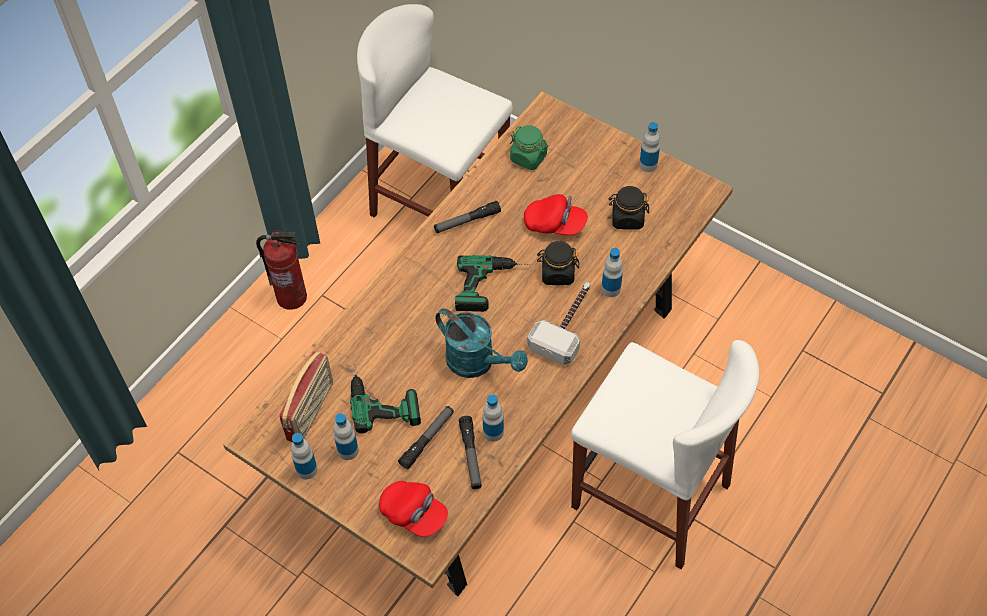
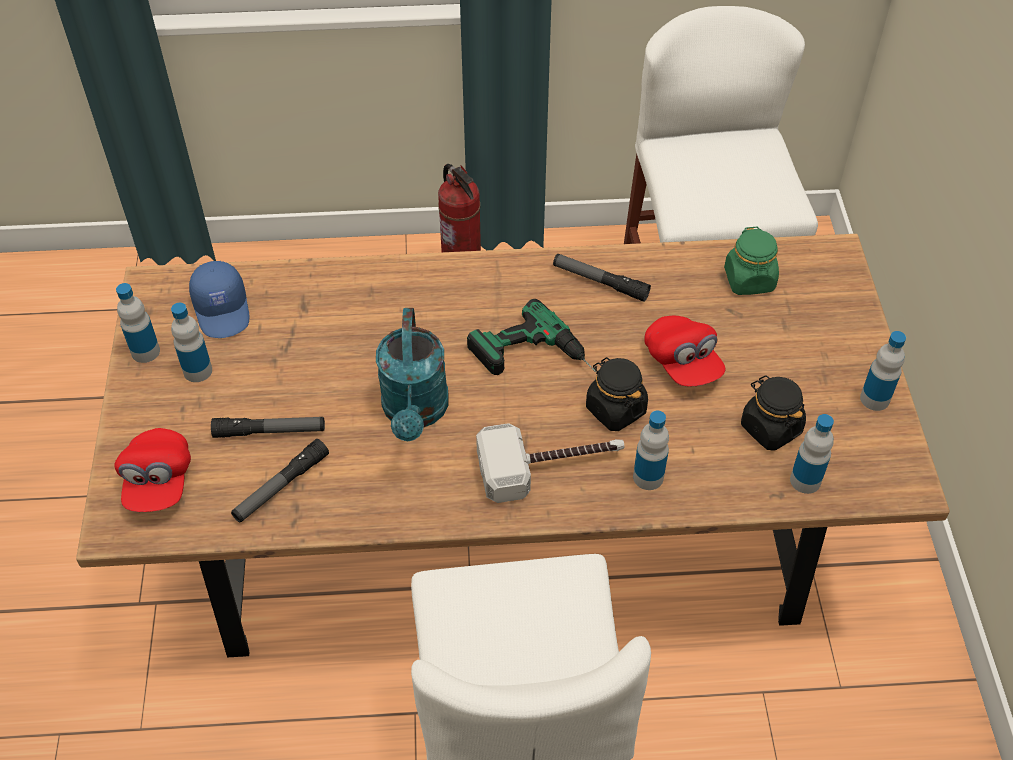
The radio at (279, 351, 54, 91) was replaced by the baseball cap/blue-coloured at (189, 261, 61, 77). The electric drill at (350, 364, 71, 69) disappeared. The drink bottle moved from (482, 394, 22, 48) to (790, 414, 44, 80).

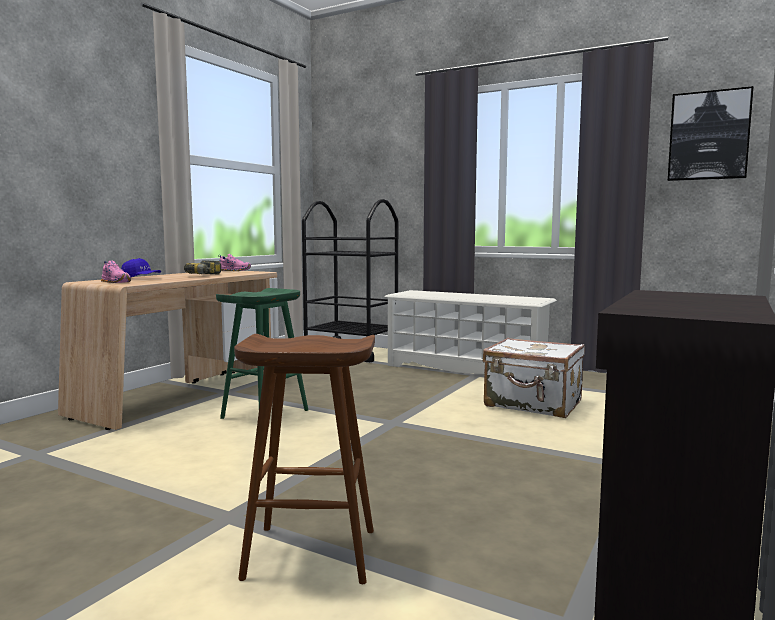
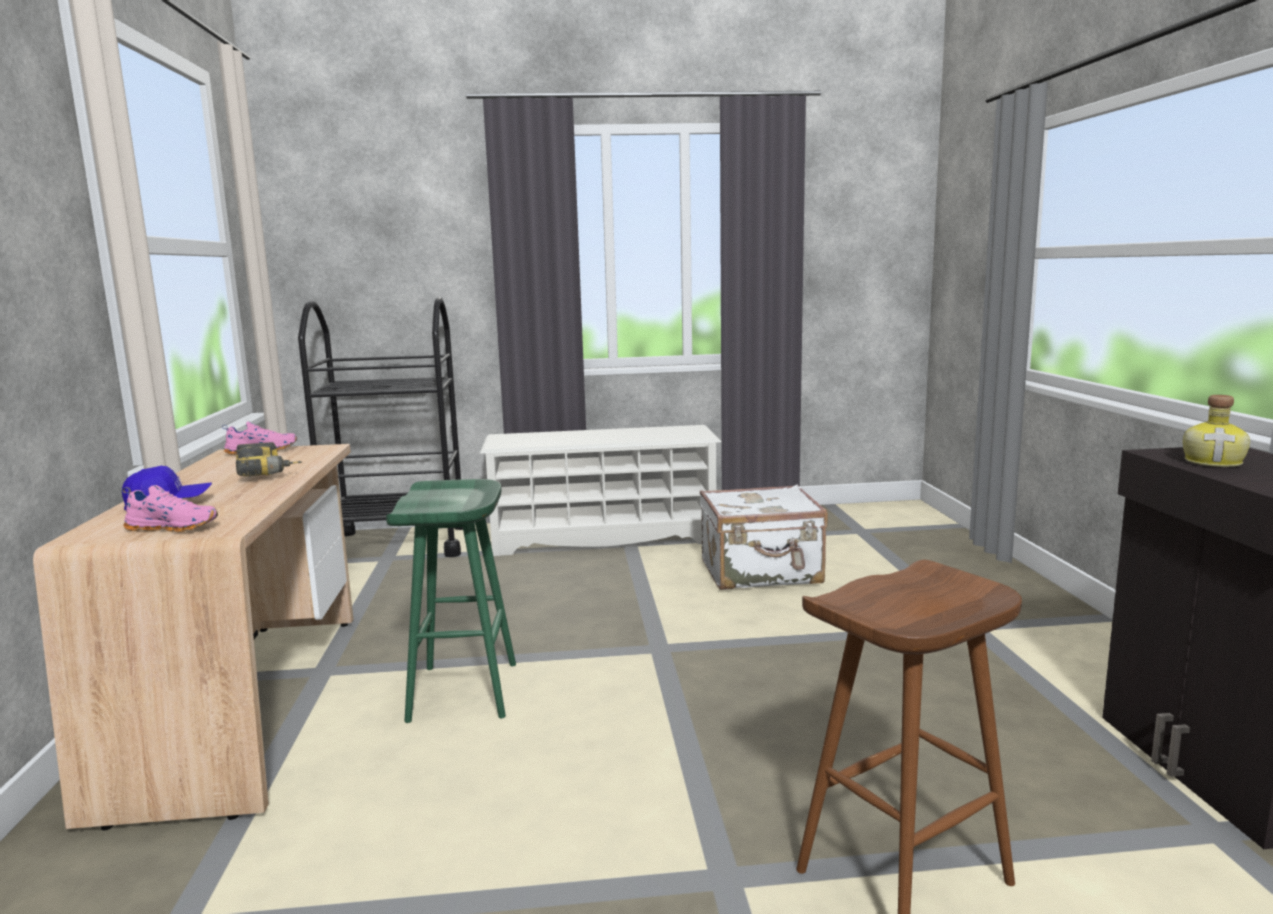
The wall art at (668, 86, 86, 95) disappeared. The drink bottle at (1183, 395, 67, 72) appeared.

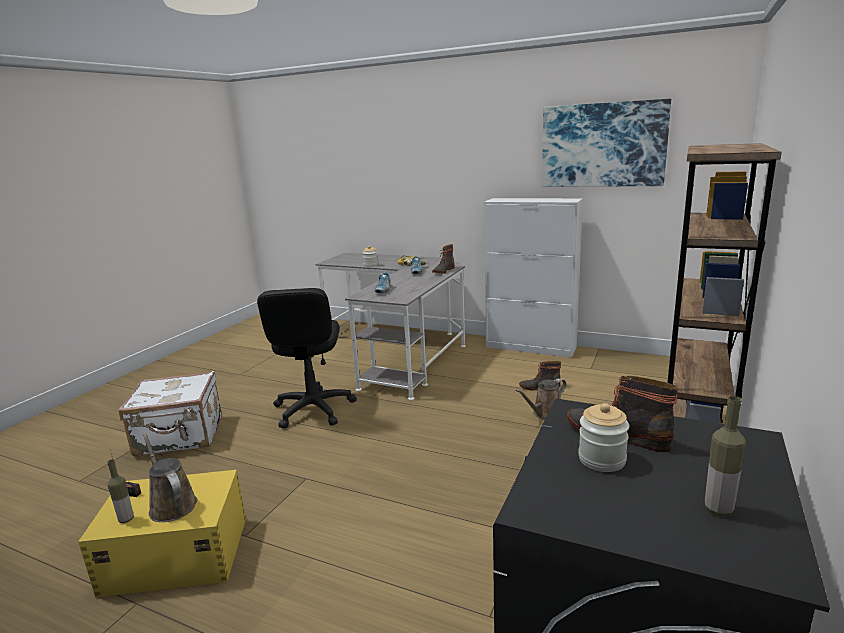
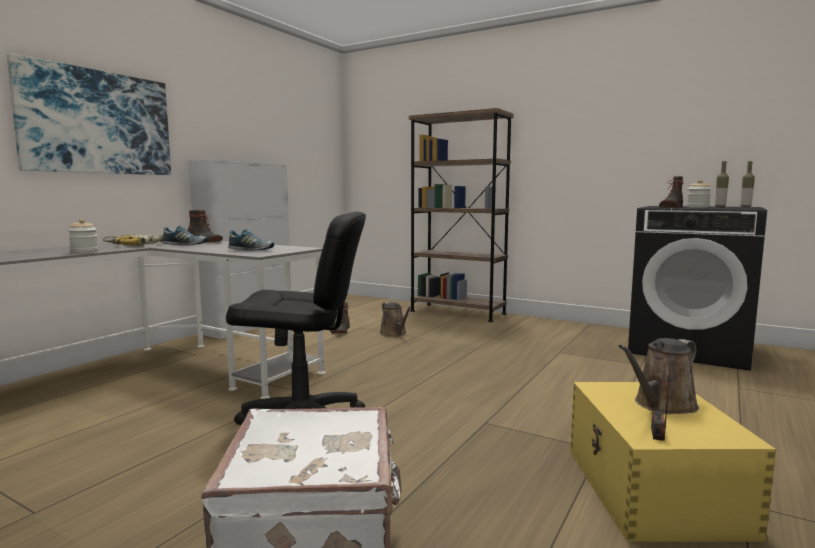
The drink bottle moved from (107, 459, 27, 64) to (741, 161, 14, 46). The wall art moved from (542, 99, 129, 88) to (7, 53, 164, 122).

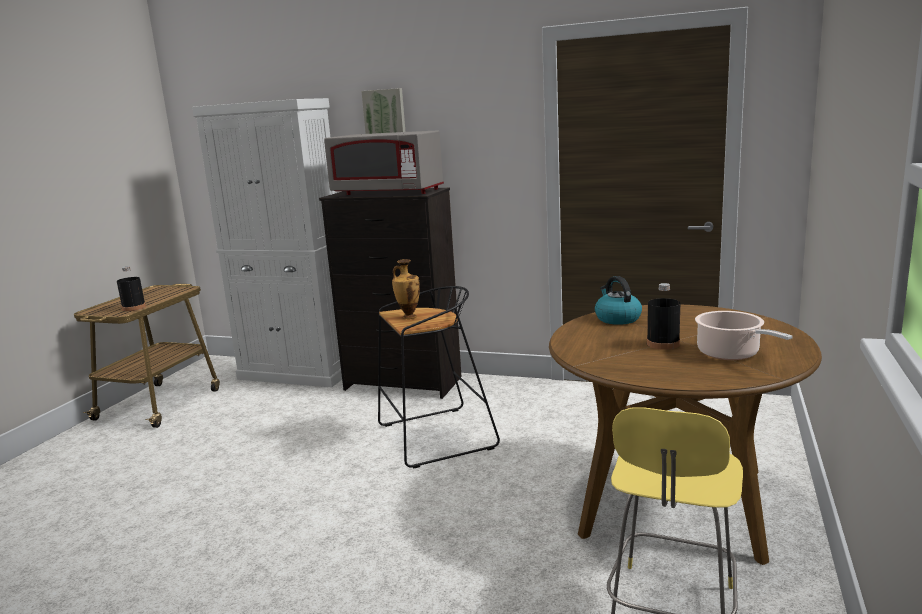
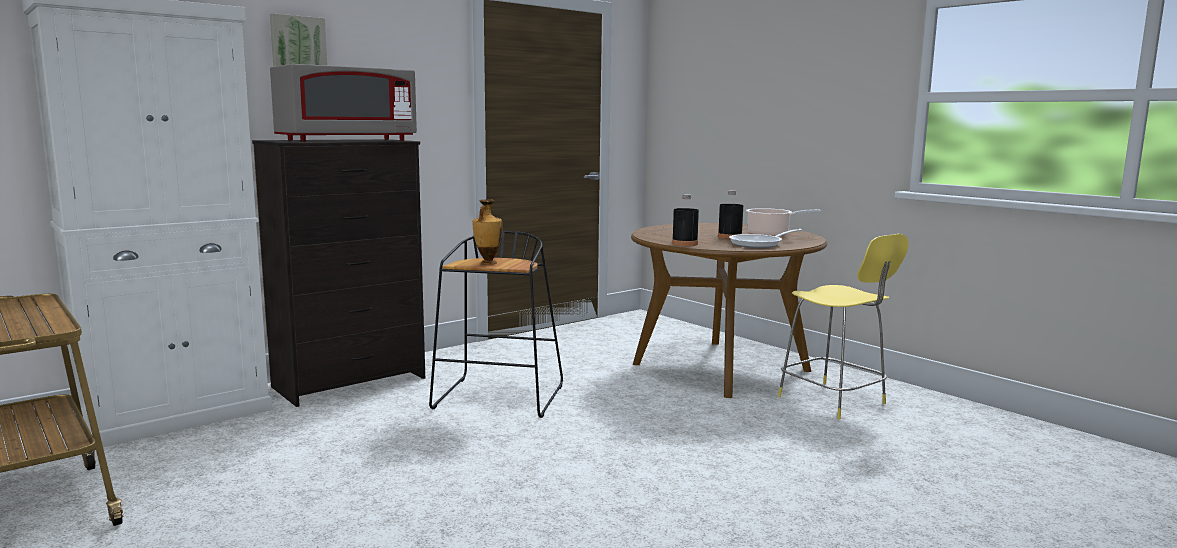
The drink bottle/black-coloured moved from (117, 266, 29, 45) to (672, 194, 27, 52). The water kettle at (595, 276, 47, 49) disappeared. The frying pan at (729, 229, 73, 19) appeared.

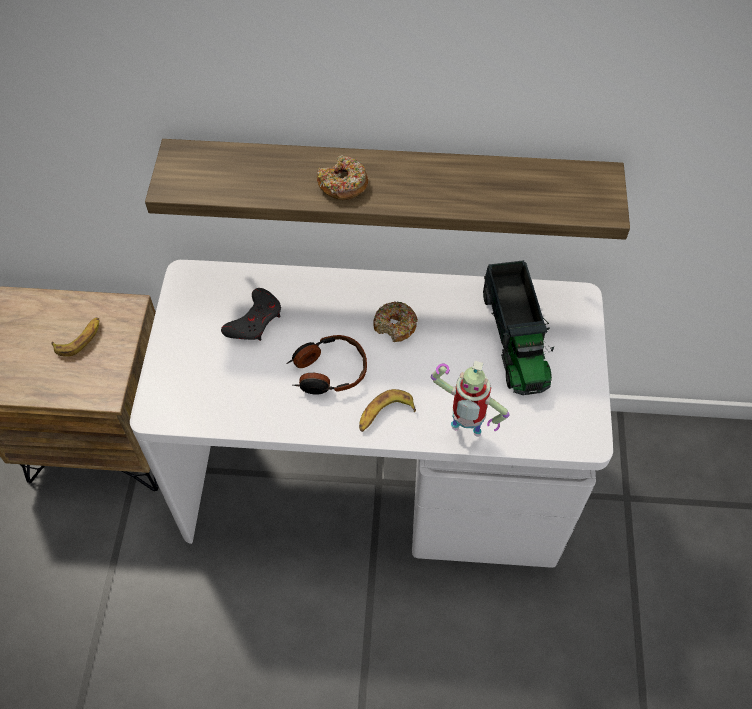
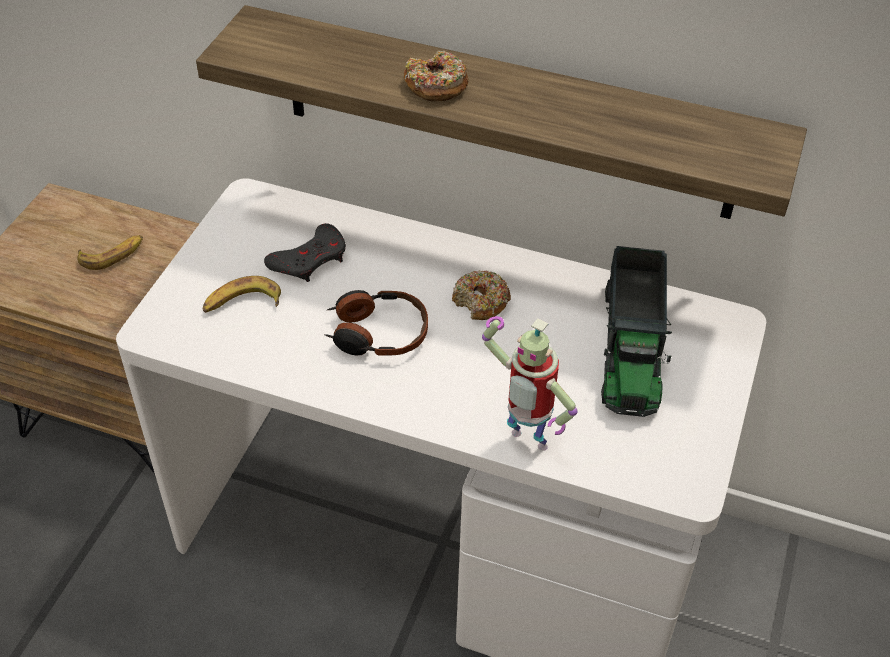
The banana moved from (359, 389, 57, 43) to (203, 276, 78, 37).

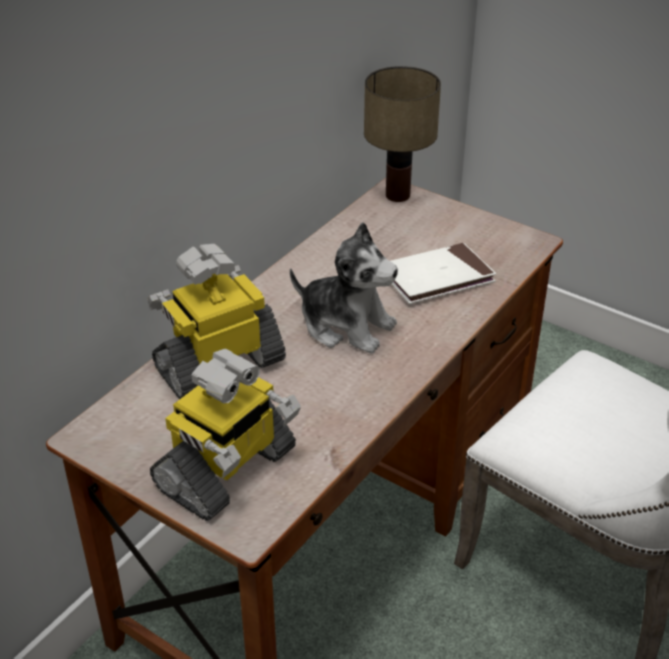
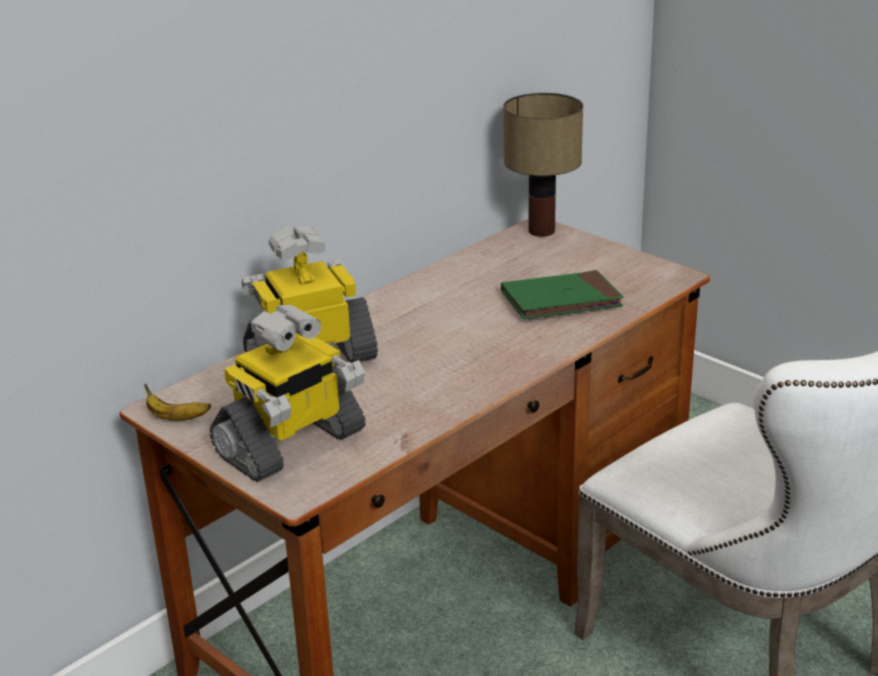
The cuddly toy at (290, 222, 108, 132) disappeared. The volume/white at (391, 243, 105, 61) became the volume/green-coloured at (501, 270, 122, 49). The banana at (144, 384, 67, 37) appeared.

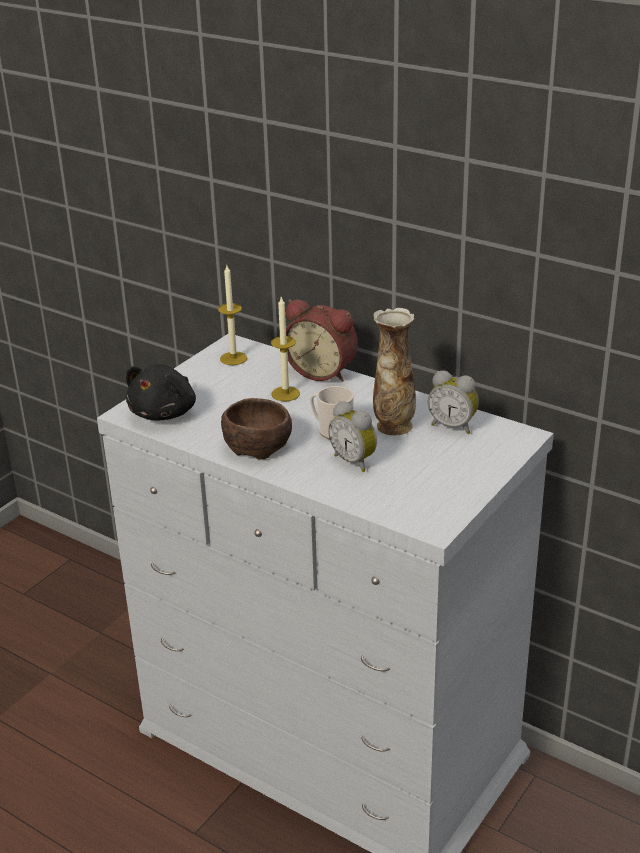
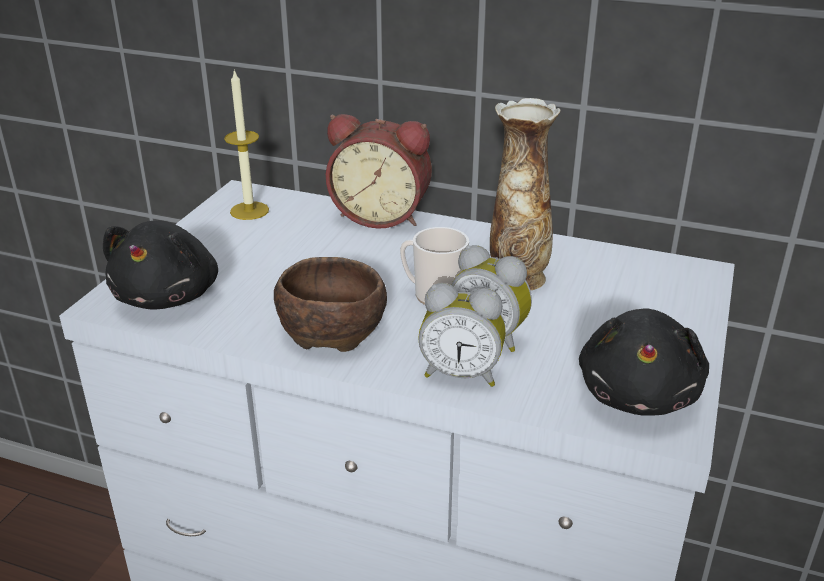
The wax light at (271, 297, 29, 104) disappeared. The alarm clock moved from (428, 370, 51, 64) to (419, 283, 87, 104). The cuddly toy/black-coloured at (579, 309, 130, 107) appeared.

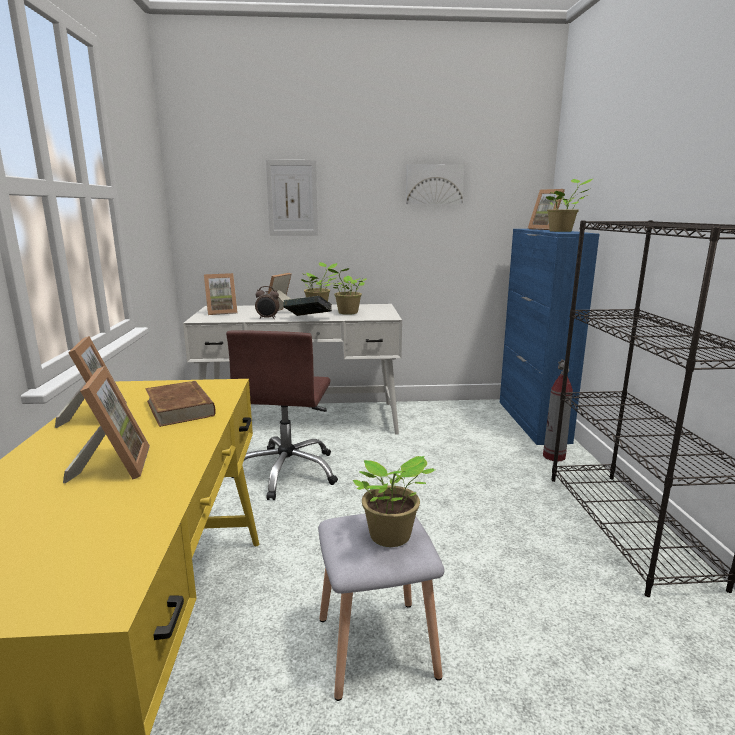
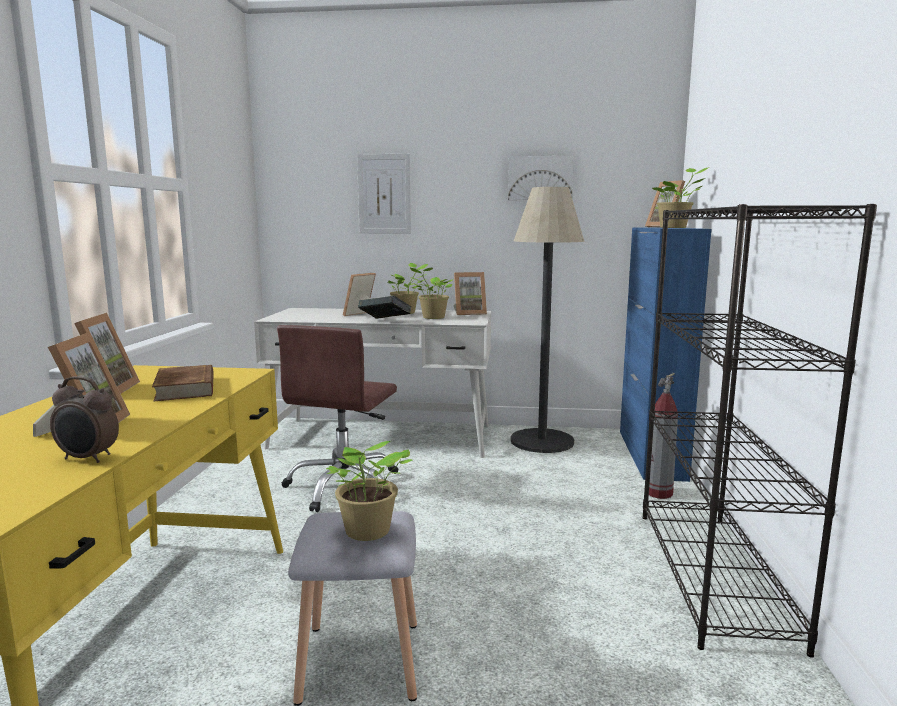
The photo frame moved from (204, 273, 34, 42) to (453, 272, 34, 43). The alarm clock moved from (255, 286, 24, 33) to (50, 376, 69, 87). The standing lamp at (510, 187, 75, 266) appeared.

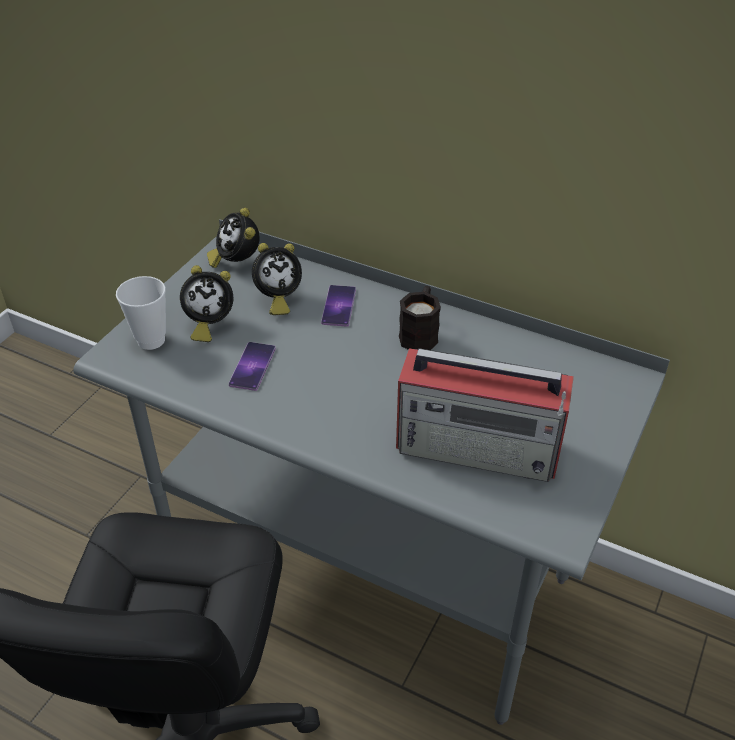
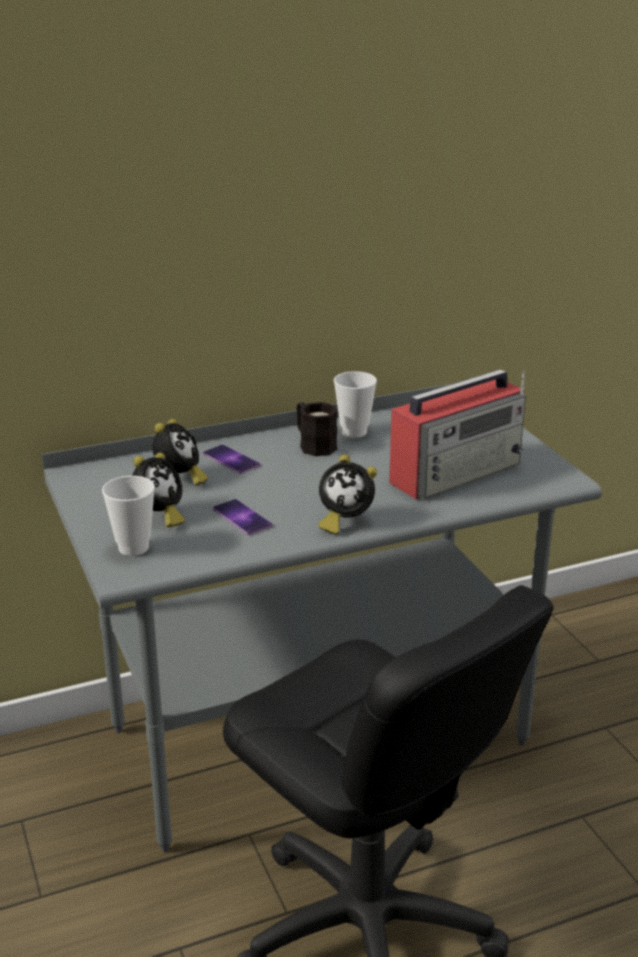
The alarm clock moved from (207, 208, 53, 60) to (318, 454, 59, 81). The cup at (334, 371, 43, 67) appeared.

